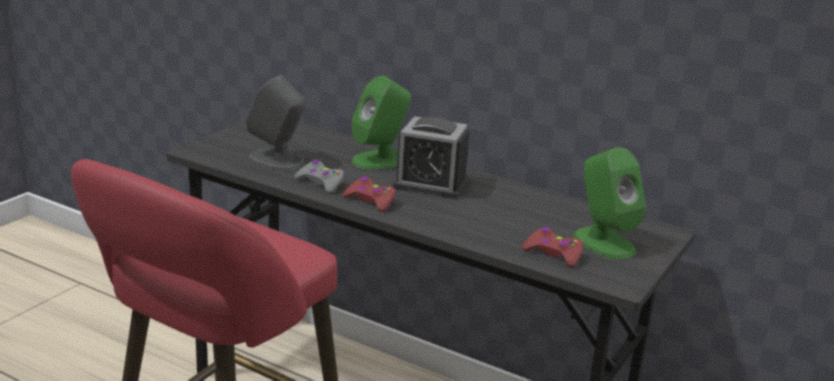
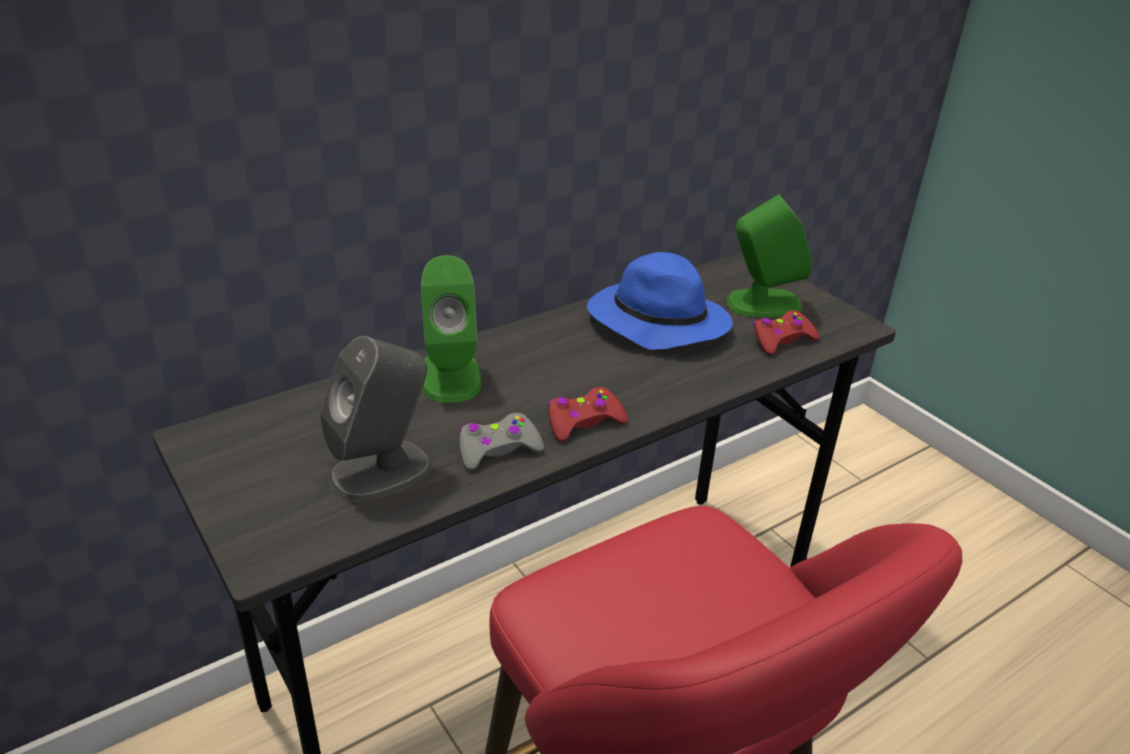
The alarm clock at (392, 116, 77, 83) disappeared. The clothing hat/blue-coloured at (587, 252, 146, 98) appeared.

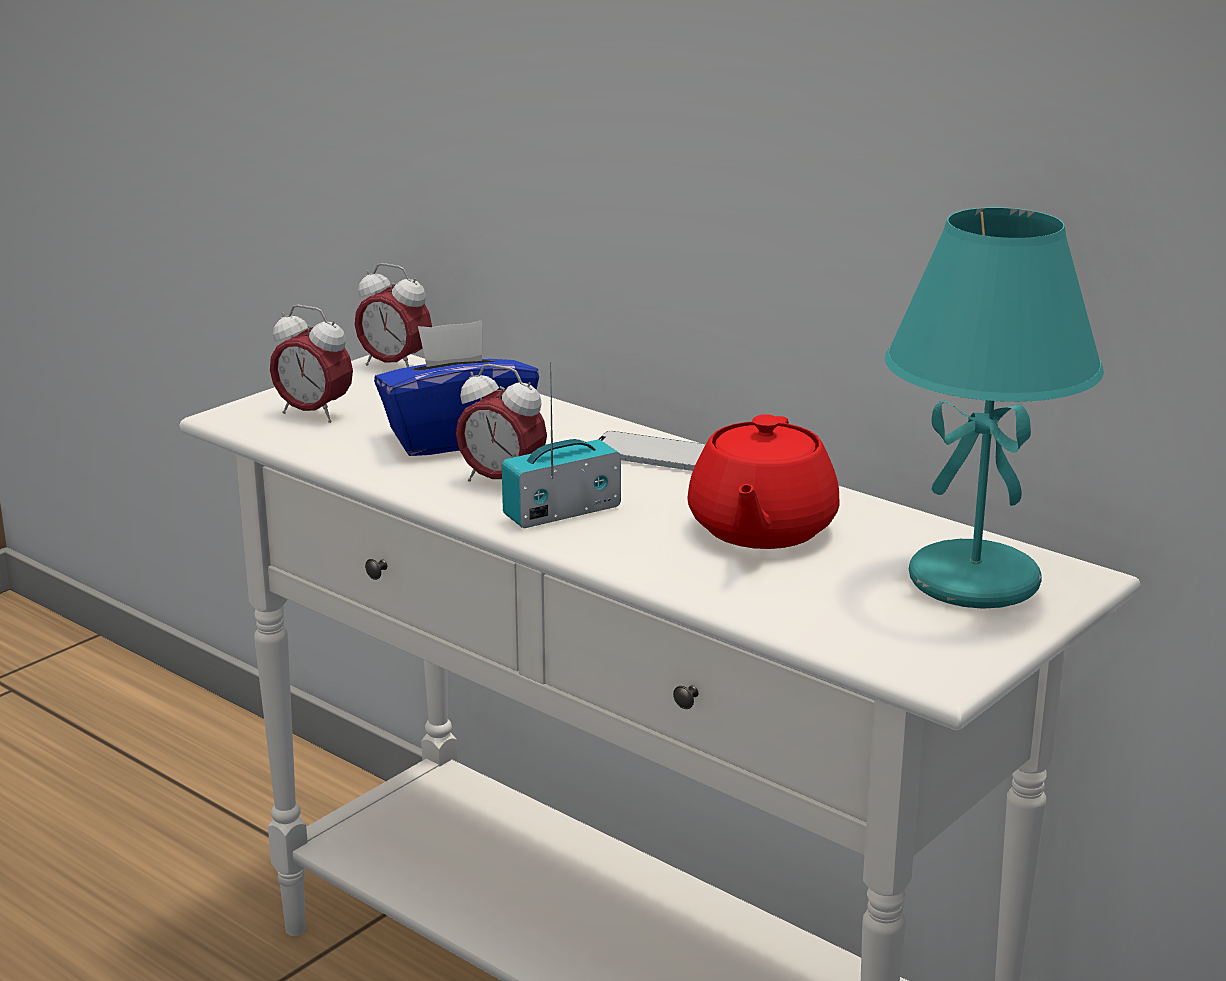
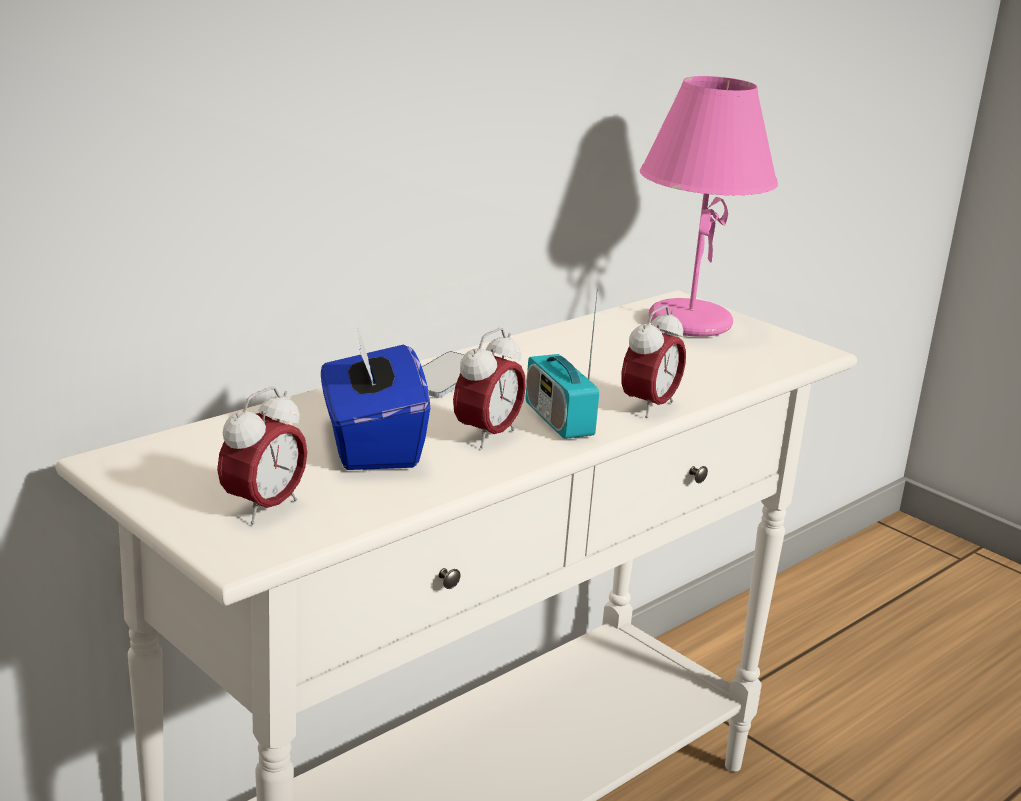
The alarm clock moved from (355, 263, 77, 104) to (621, 305, 65, 113). The teapot/reddish at (687, 414, 153, 135) disappeared. The tabletop lamp/turquoise-coloured at (885, 207, 219, 402) became the tabletop lamp/pink-coloured at (640, 76, 138, 261).

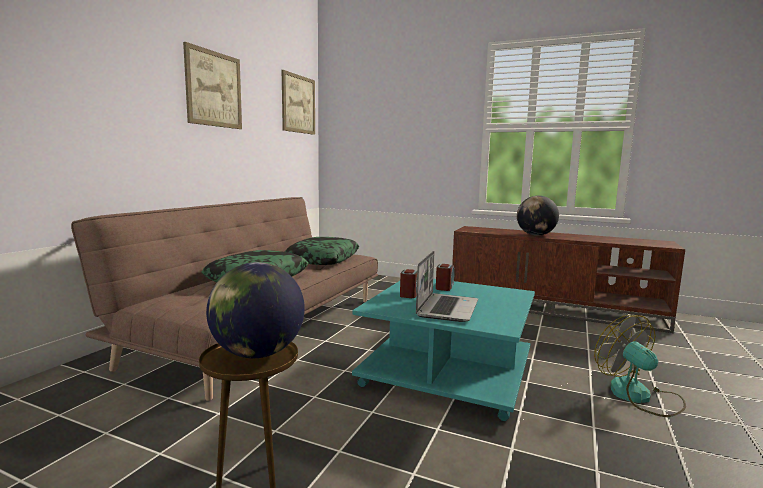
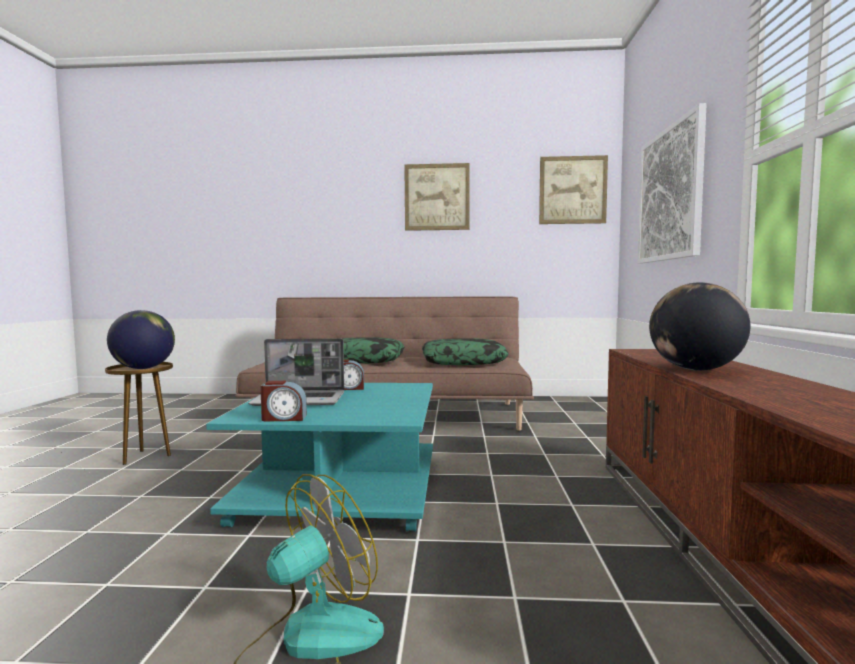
The alarm clock moved from (436, 264, 19, 27) to (260, 381, 47, 41). The wall art at (638, 103, 69, 160) appeared.

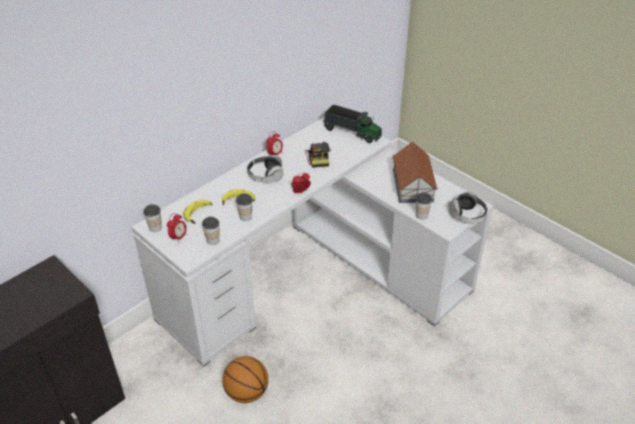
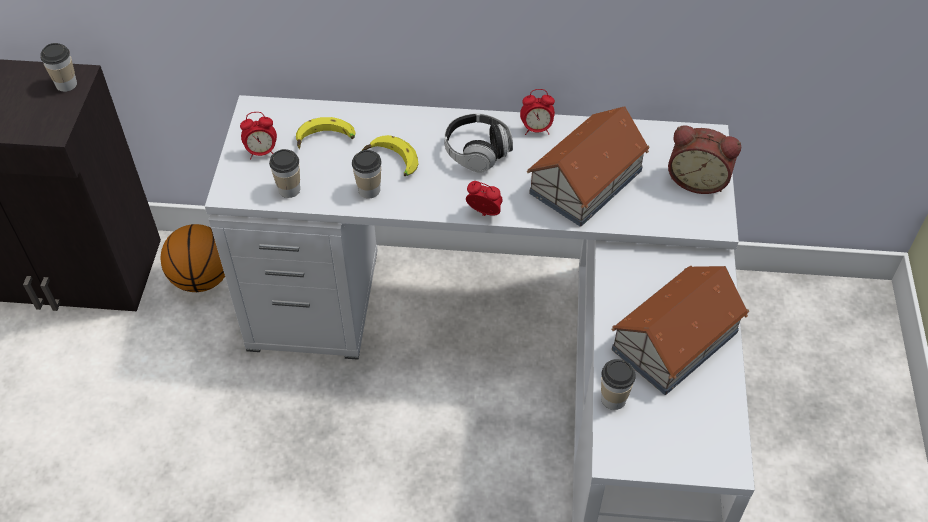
The cup moved from (143, 204, 19, 28) to (40, 43, 37, 49). The ball for basketball moved from (222, 356, 46, 47) to (160, 224, 65, 68). The still camera at (305, 142, 26, 26) was replaced by the toy house at (527, 106, 123, 121). The toy truck at (324, 105, 58, 38) was replaced by the alarm clock at (668, 125, 73, 69). The headphones at (448, 192, 40, 31) disappeared.

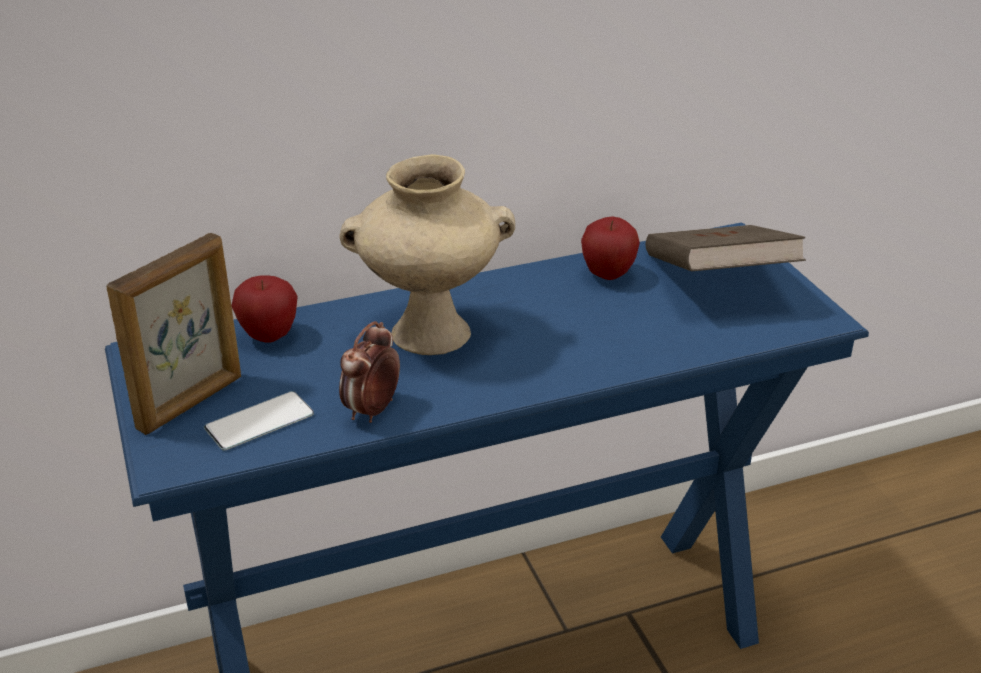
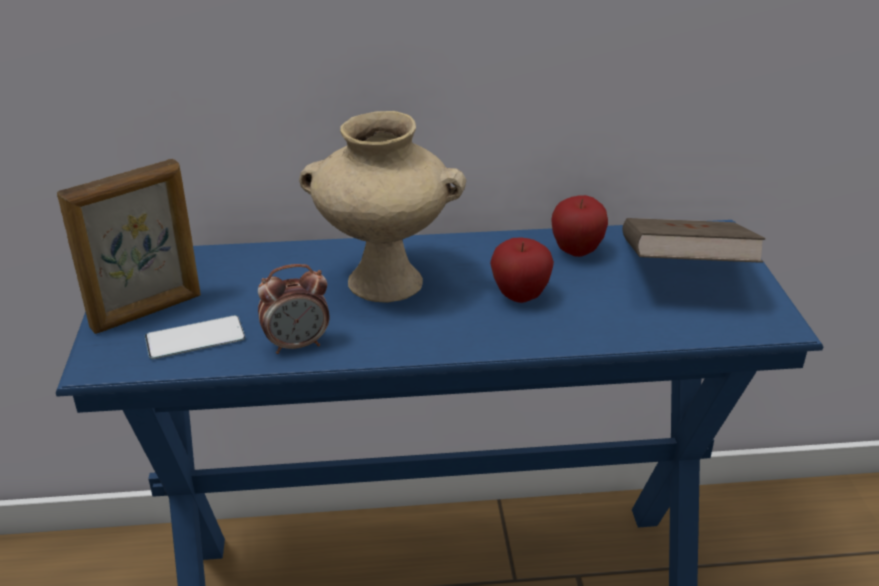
The whole apple moved from (231, 275, 67, 68) to (490, 237, 64, 66). The alarm clock at (339, 321, 61, 102) turned 150 degrees counterclockwise.

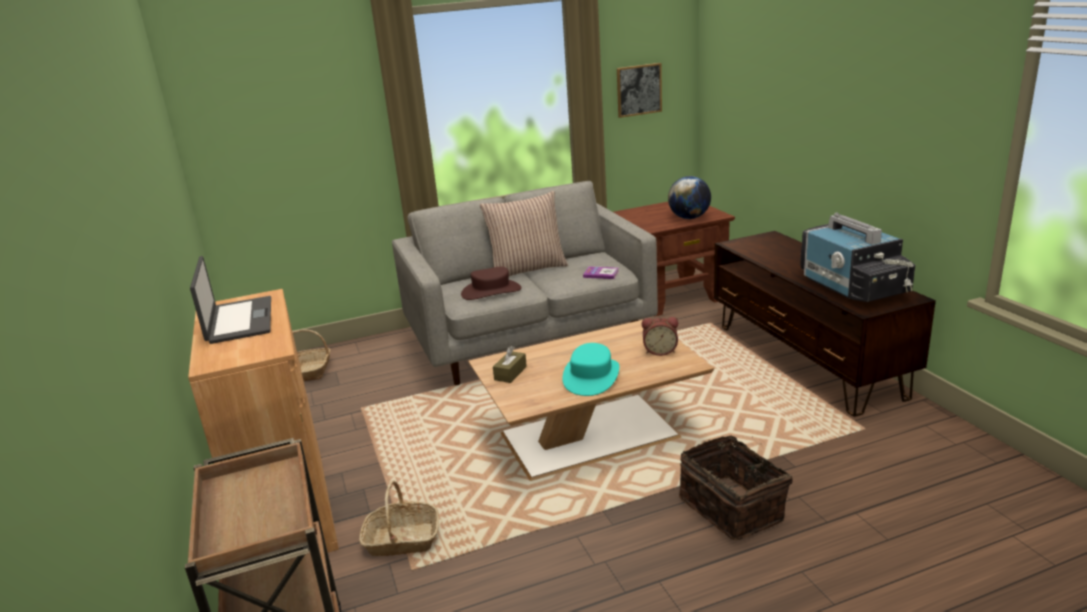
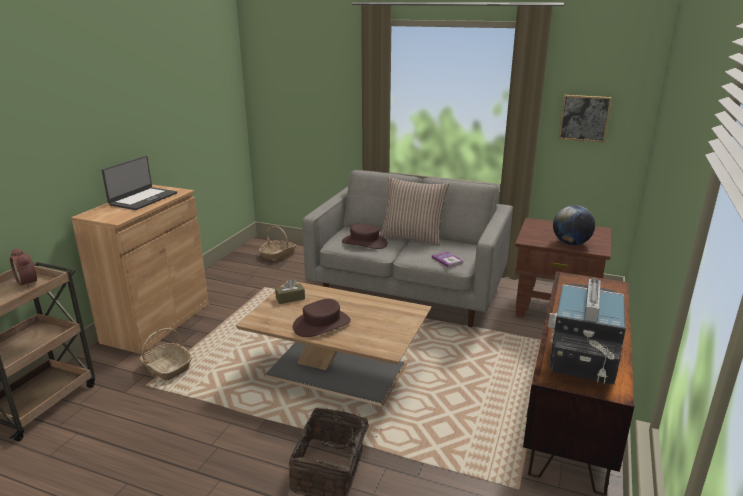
The clothing hat/turquoise-coloured at (562, 343, 57, 53) became the clothing hat/brown-coloured at (293, 299, 58, 38). The alarm clock moved from (642, 317, 36, 39) to (10, 248, 27, 39).

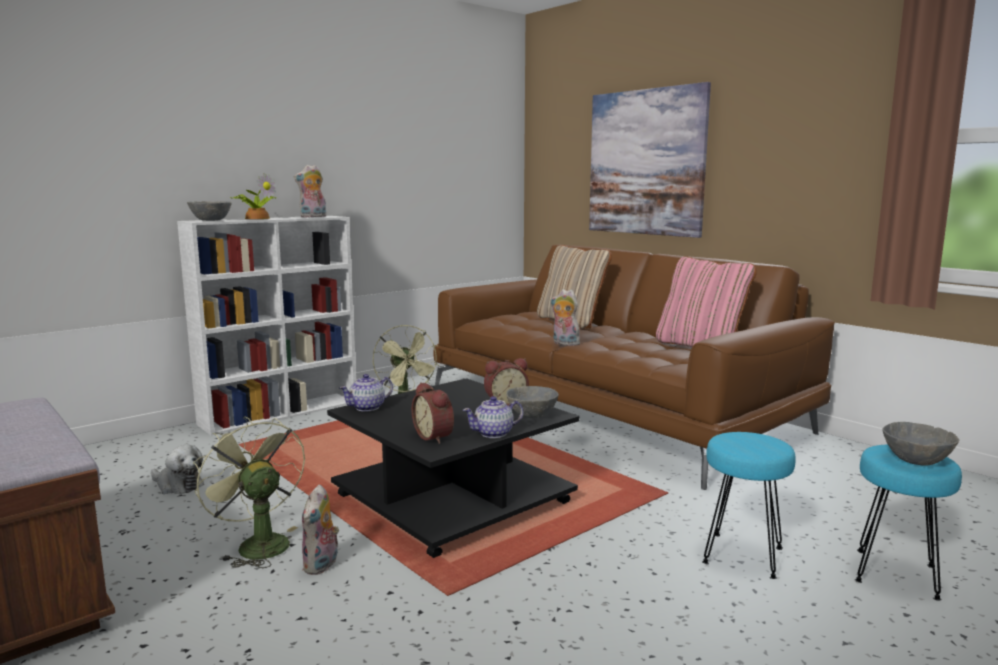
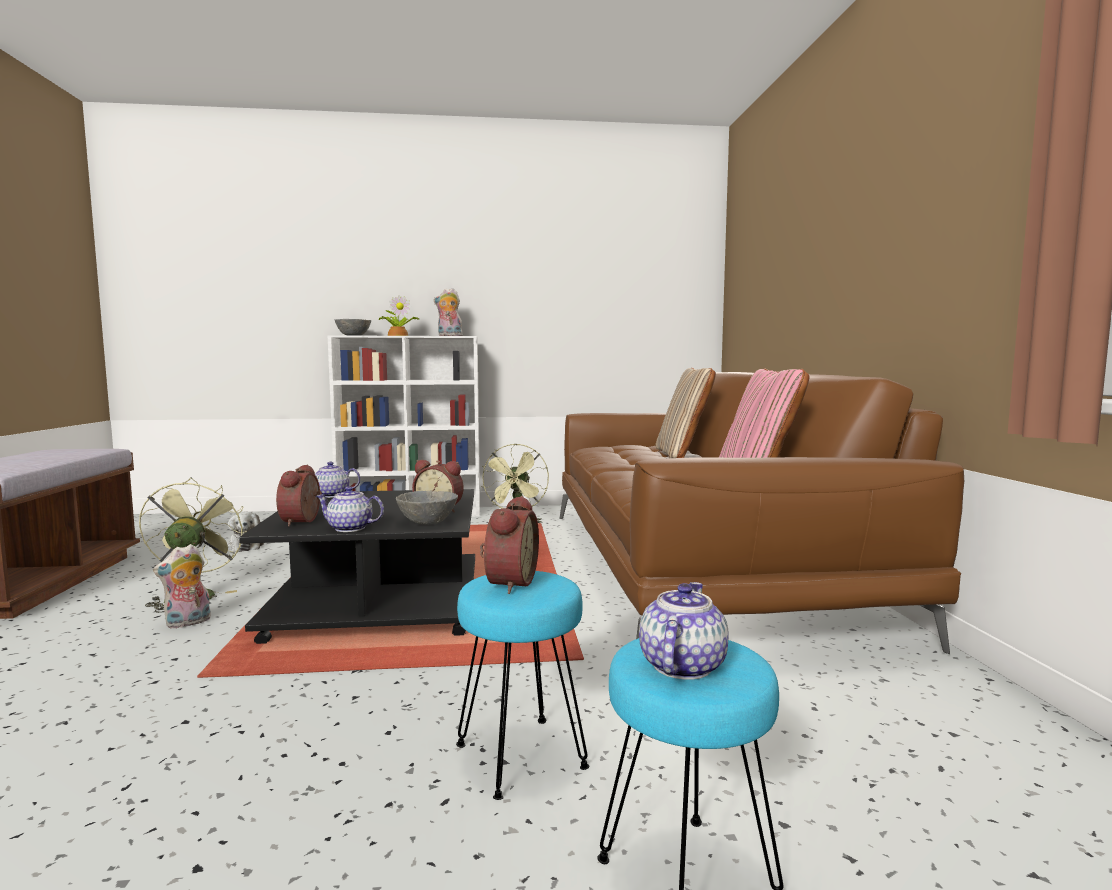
The cuddly toy at (551, 289, 29, 57) disappeared. The wall art at (589, 82, 122, 156) disappeared. The bowl/greyish at (882, 422, 78, 44) was replaced by the teapot at (639, 582, 90, 98). The alarm clock at (480, 496, 59, 98) appeared.

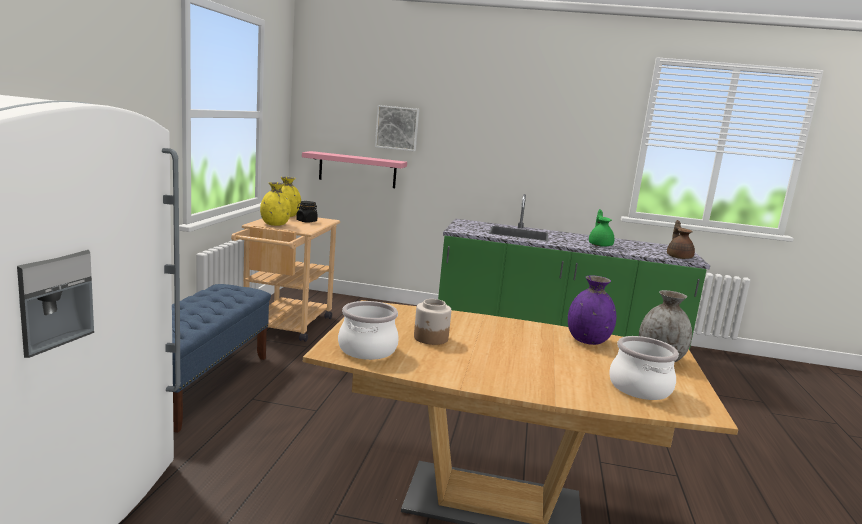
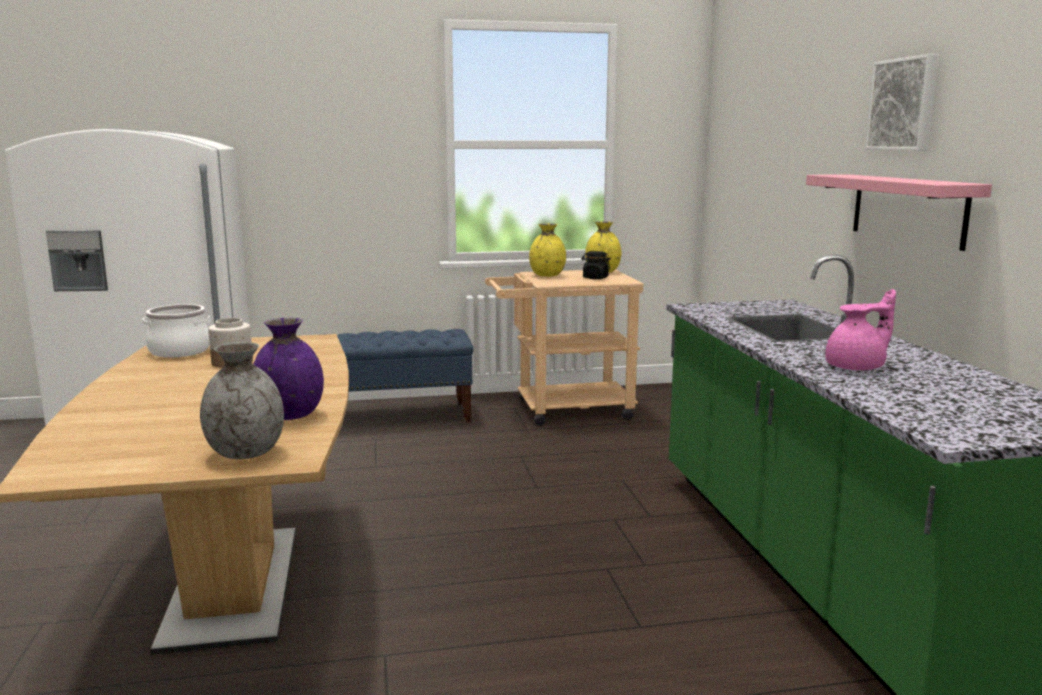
The shelf/pink-coloured moved from (302, 151, 105, 37) to (806, 174, 186, 77). The wall art moved from (375, 105, 44, 46) to (864, 54, 75, 97). The teapot/green-coloured at (589, 209, 25, 38) became the teapot/pink-coloured at (826, 289, 70, 81). The saucepot at (609, 336, 70, 64) disappeared. The teapot/brown-coloured at (667, 220, 28, 39) disappeared.

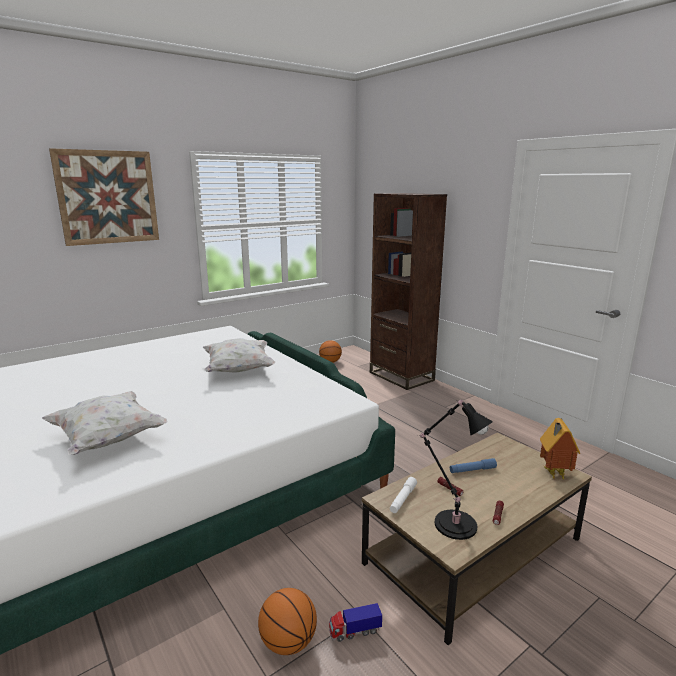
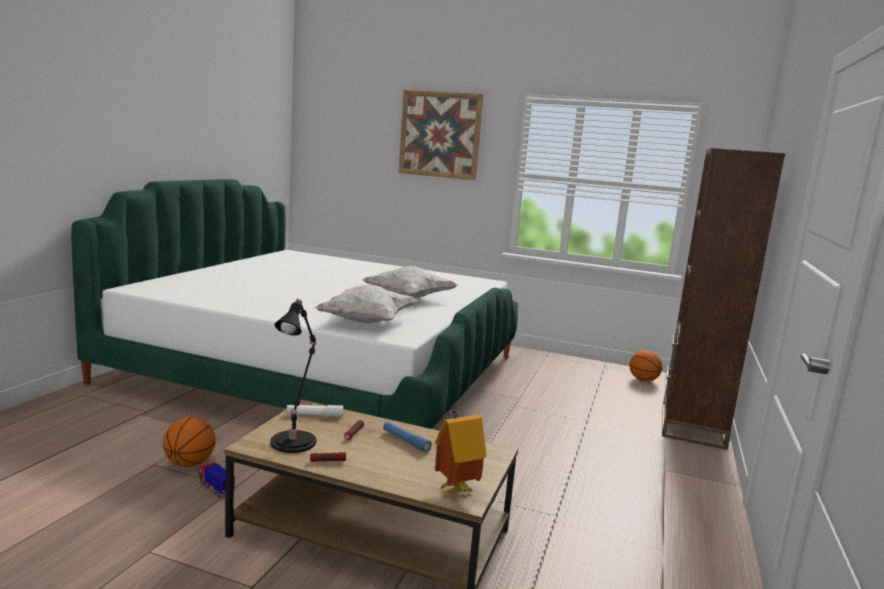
The throw pillow/white moved from (42, 391, 126, 64) to (314, 284, 104, 39).

